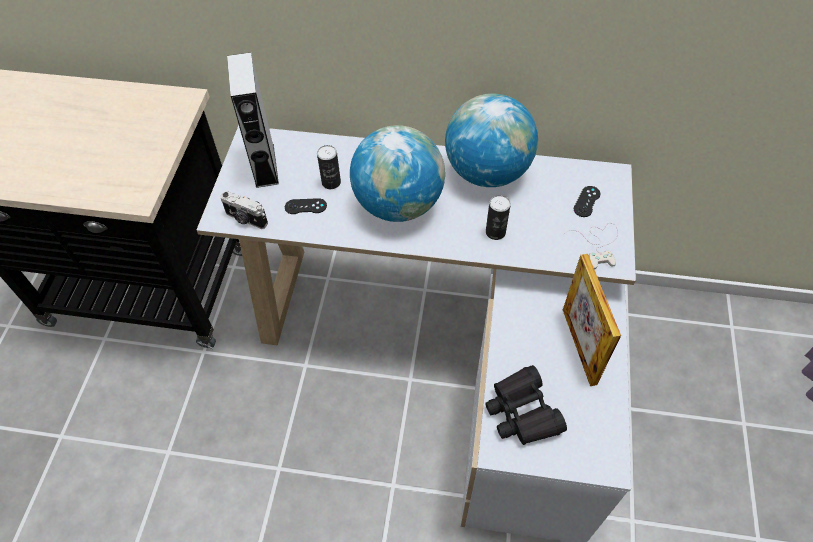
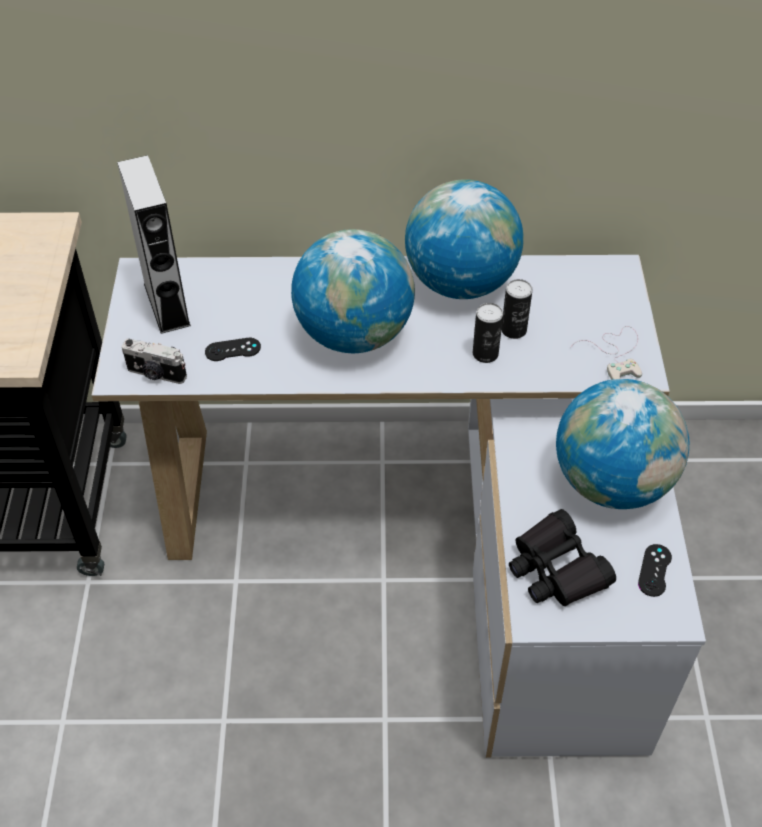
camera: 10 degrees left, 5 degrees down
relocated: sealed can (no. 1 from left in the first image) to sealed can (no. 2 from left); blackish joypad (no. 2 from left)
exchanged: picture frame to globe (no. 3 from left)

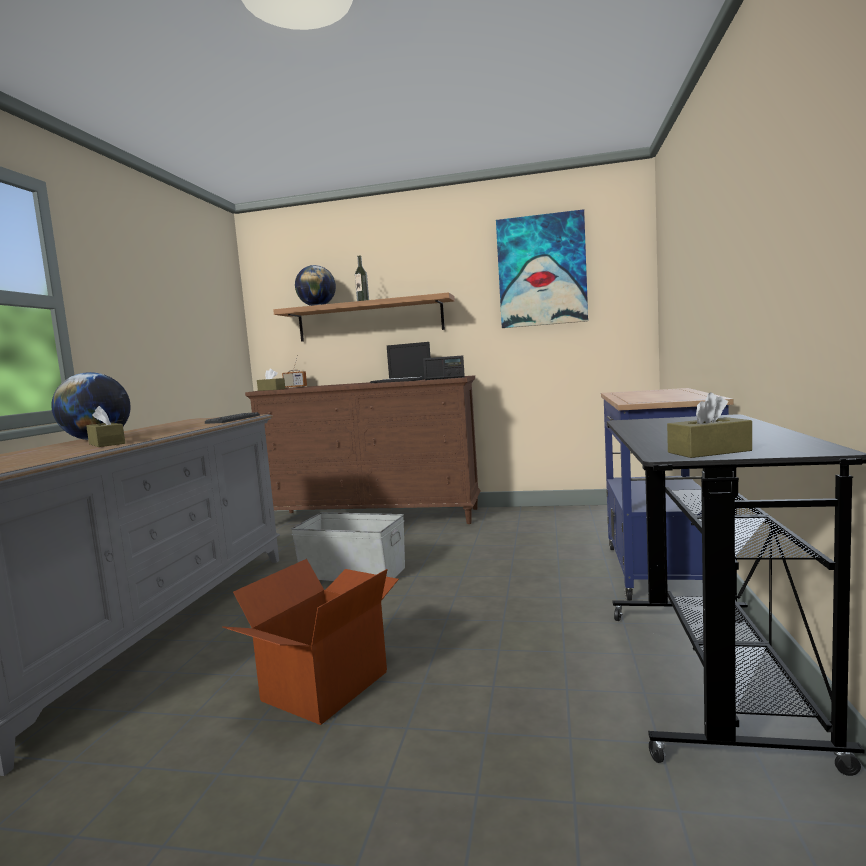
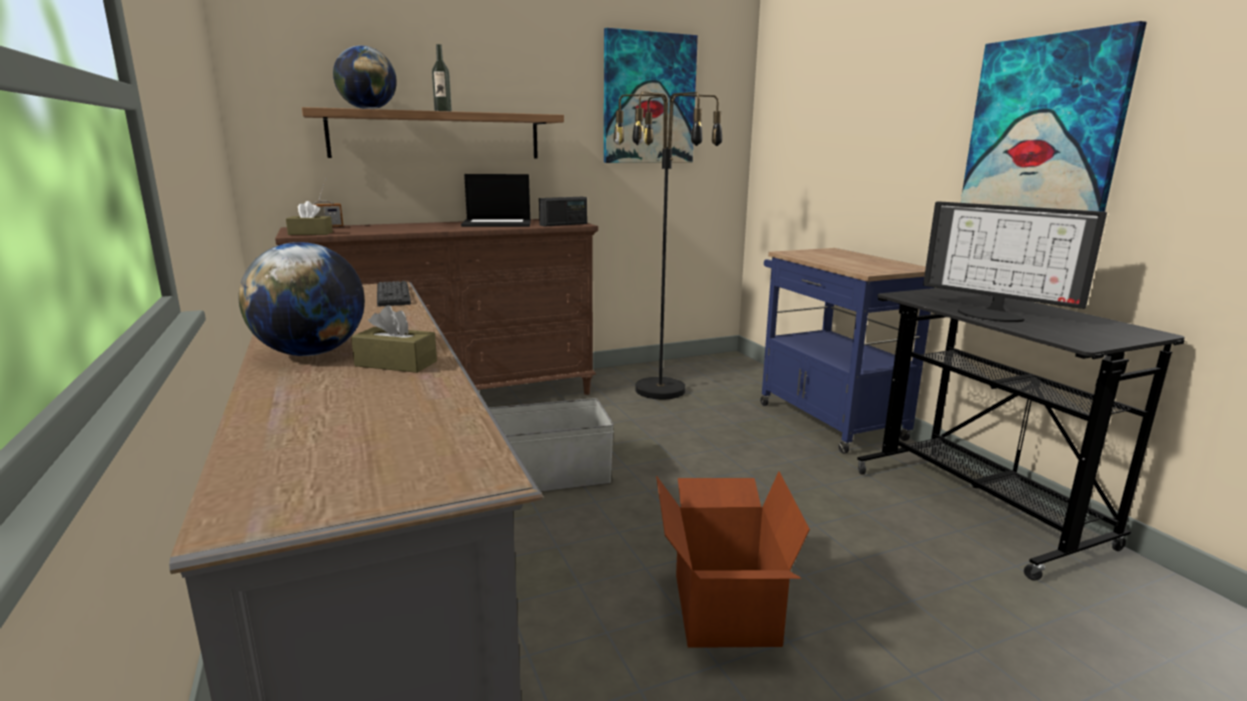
camera: 35 degrees left, 10 degrees up
missing: brown-coloured tissue box (no. 3 from left)
appeared: wall picture (no. 2 from left); floor lamp; monitor

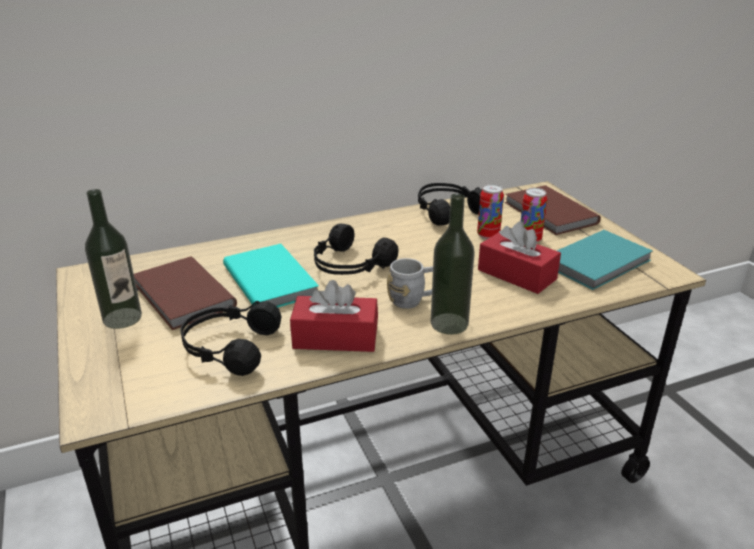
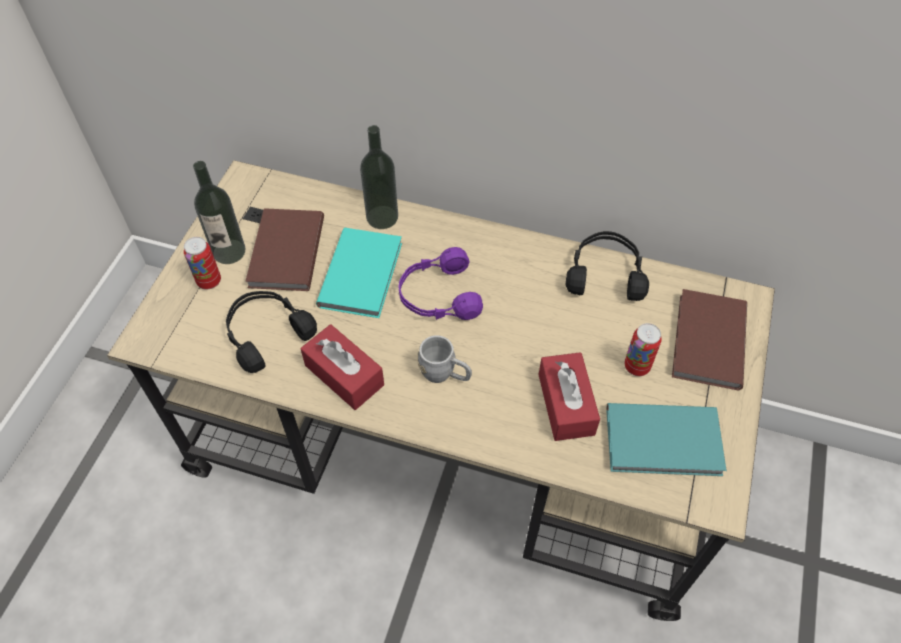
camera: 40 degrees right, 25 degrees up
relocated: sealed can (no. 1 from left); bottle (no. 2 from left)
colour: blackish headphones (no. 2 from left) to purple-coloured headphones

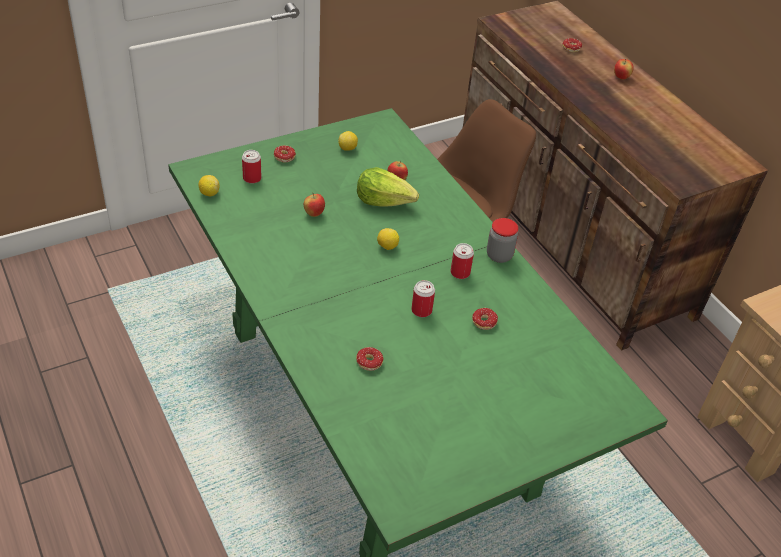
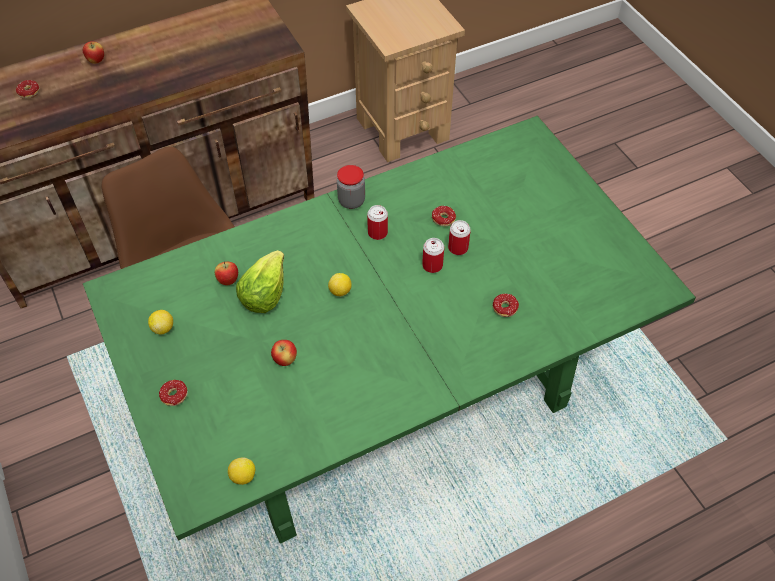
camera: 85 degrees left, 10 degrees up
relocated: sealed can (no. 1 from left in the first image) to sealed can (no. 3 from left)

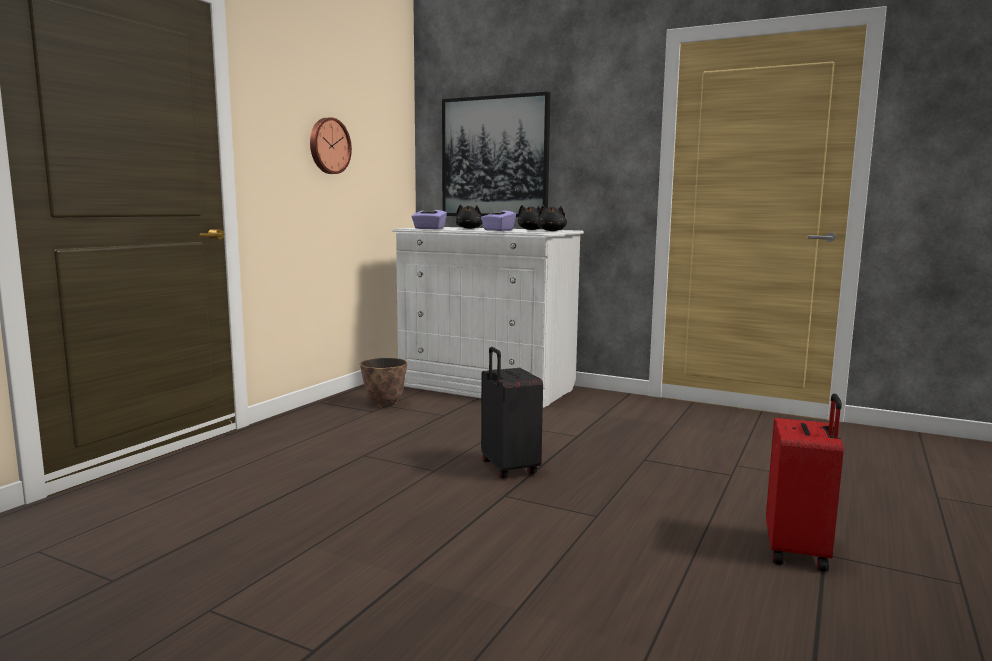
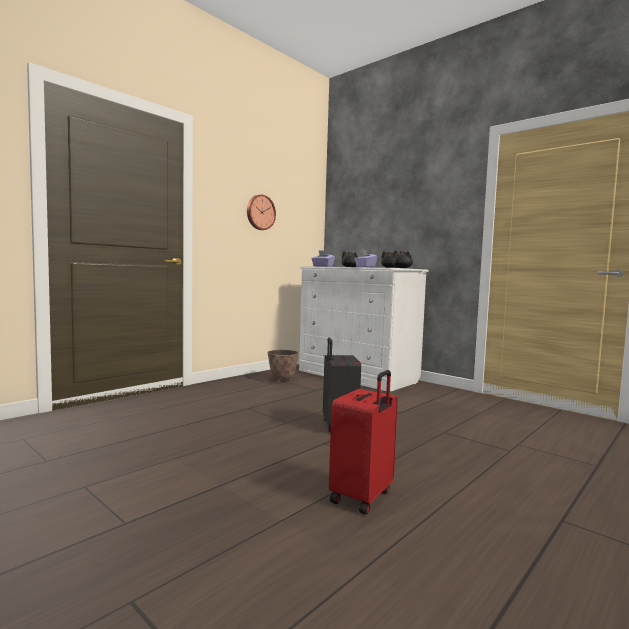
camera: 15 degrees right, 5 degrees down
missing: wall picture
relocated: red-coloured piece of luggage

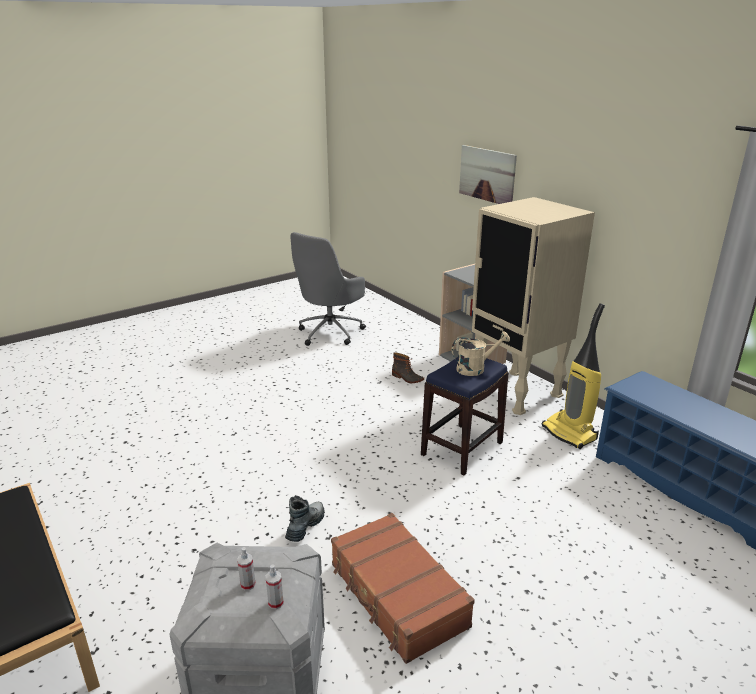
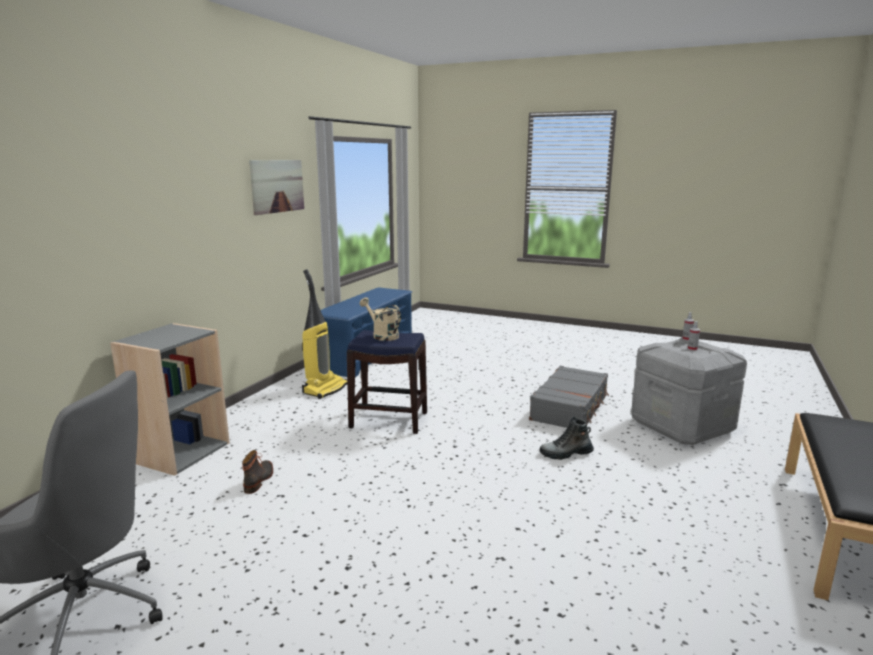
camera: 120 degrees left, 10 degrees down
missing: beige-coloured cupboard
relocated: wall picture
colour: brown-coloured piece of luggage to grey piece of luggage

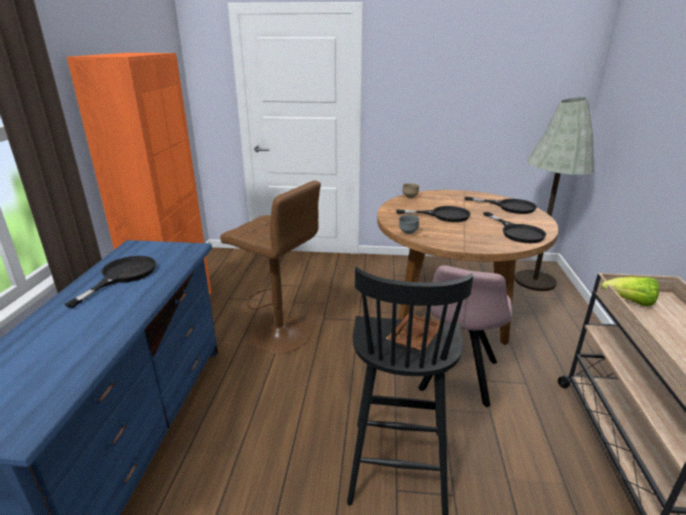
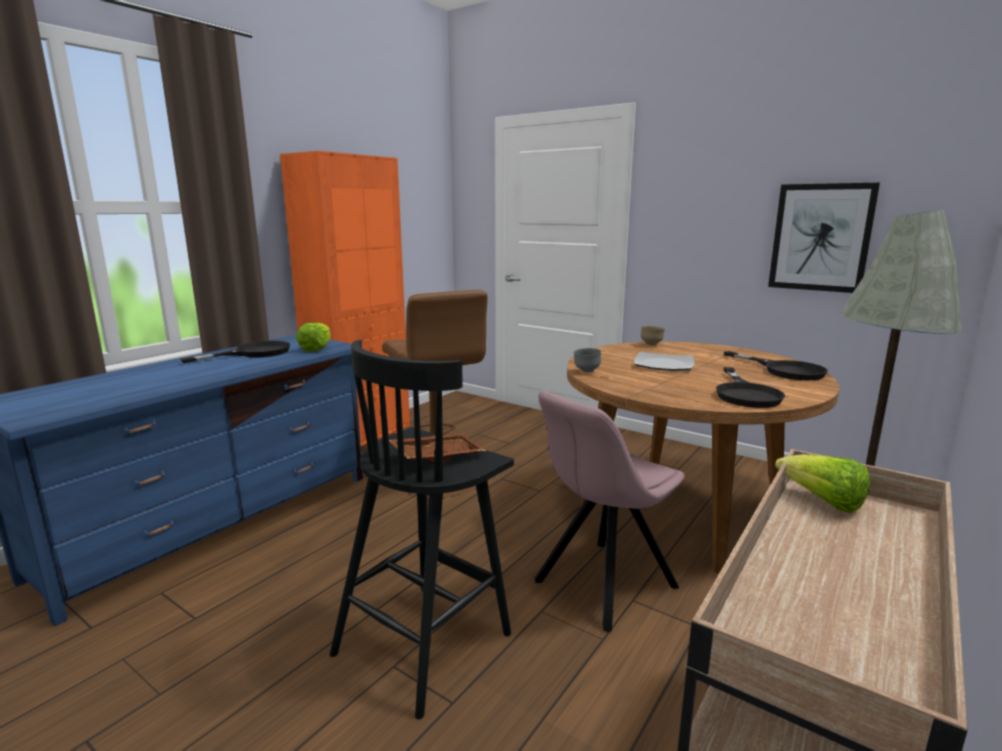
camera: 30 degrees right, 10 degrees down
appeared: wall picture; lettuce head (no. 1 from left)
exchanged: blackish pan (no. 2 from left) to flat dish

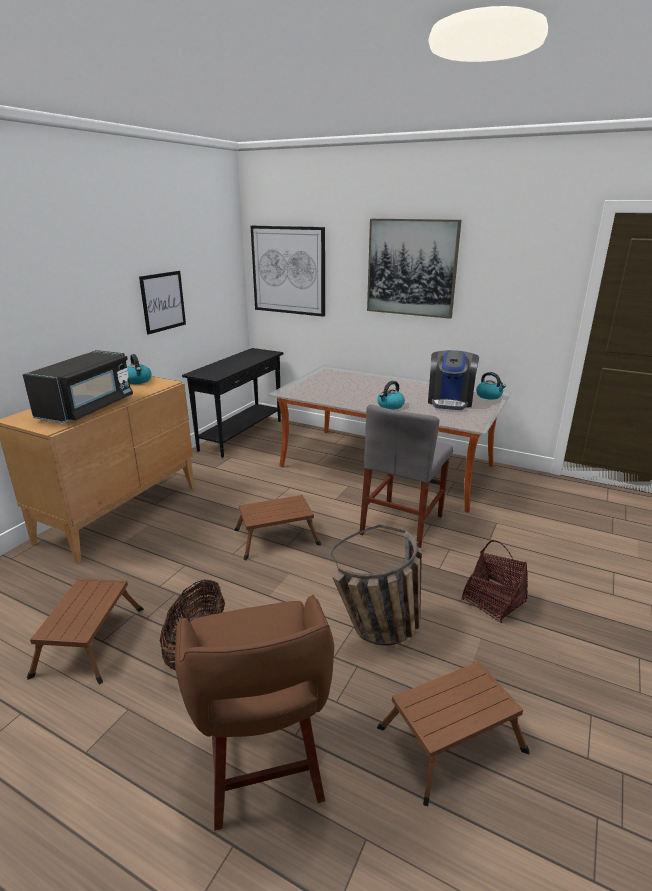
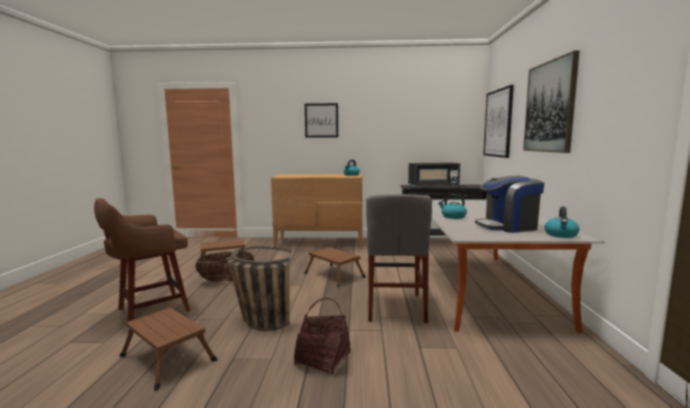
camera: 65 degrees right, 15 degrees down
relocated: wall picture (no. 1 from left); blackish microwave
spun: grey chair 90 degrees counterclockwise

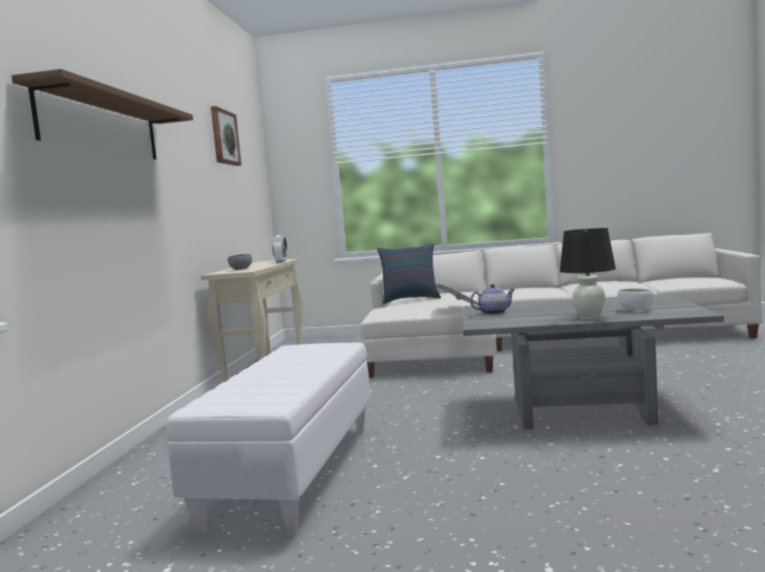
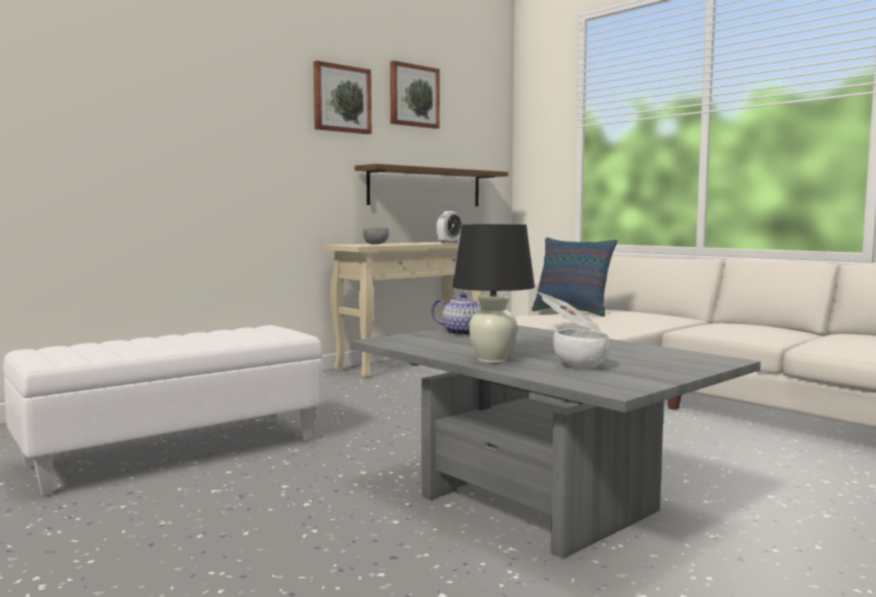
camera: 40 degrees right, 0 degrees up
appeared: wall picture (no. 1 from left)
relocated: brown-coloured wall shelf

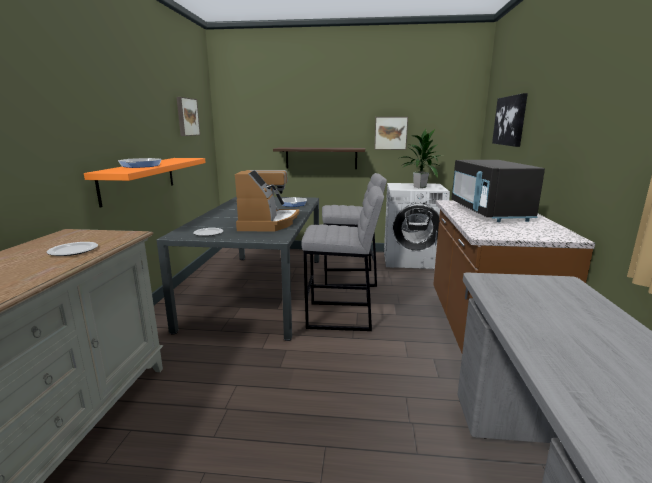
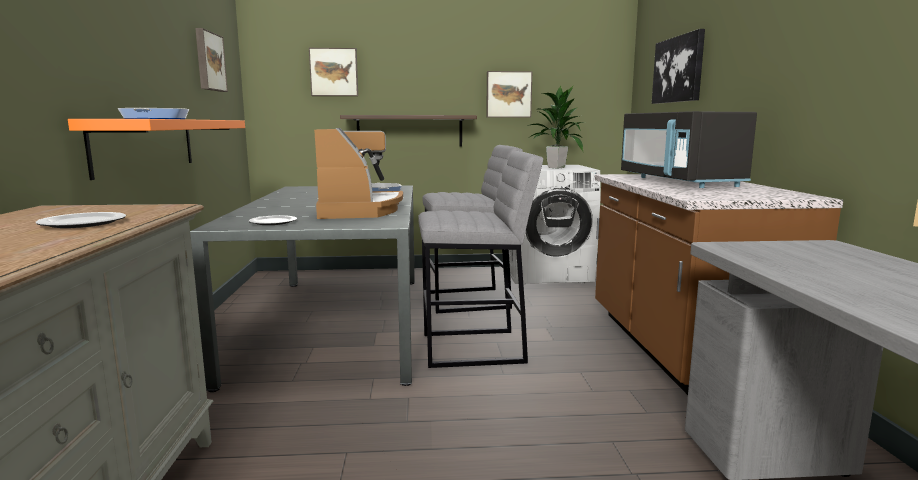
camera: 10 degrees left, 5 degrees down
appeared: wall picture (no. 2 from left)

